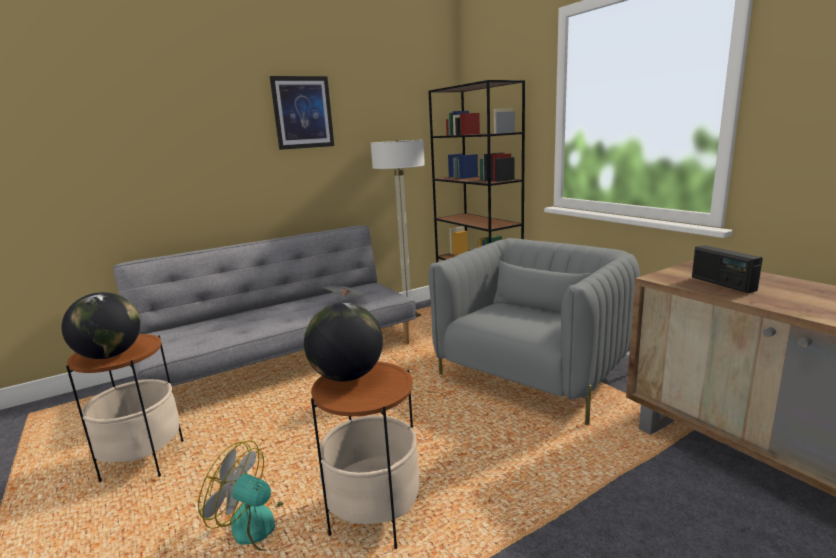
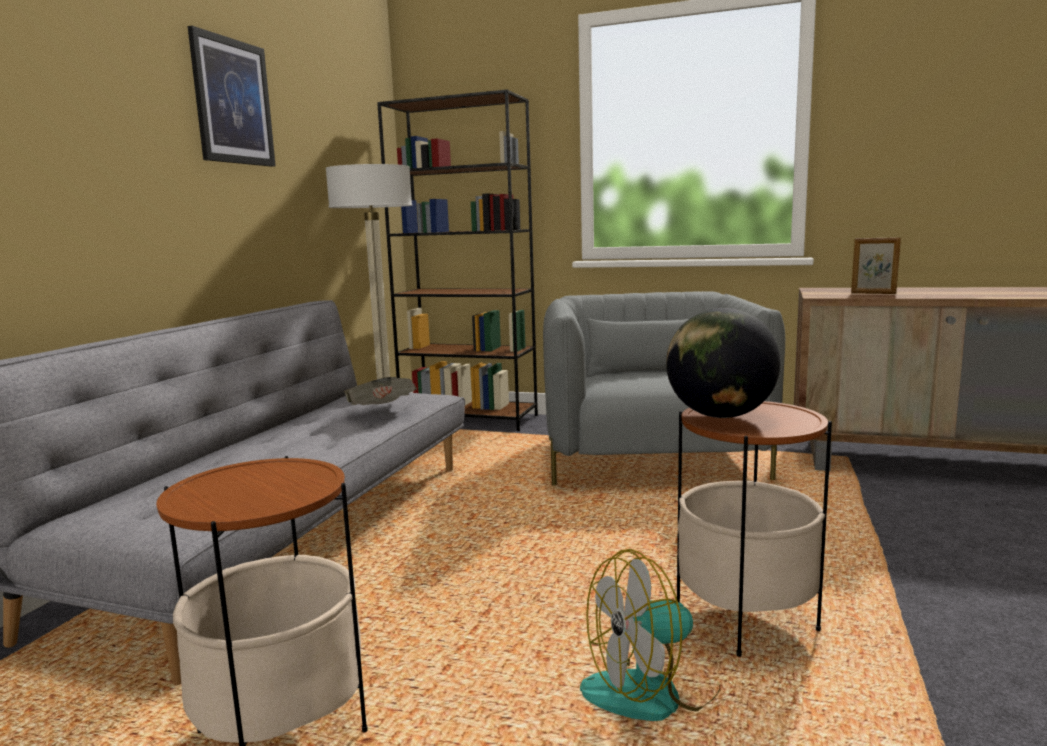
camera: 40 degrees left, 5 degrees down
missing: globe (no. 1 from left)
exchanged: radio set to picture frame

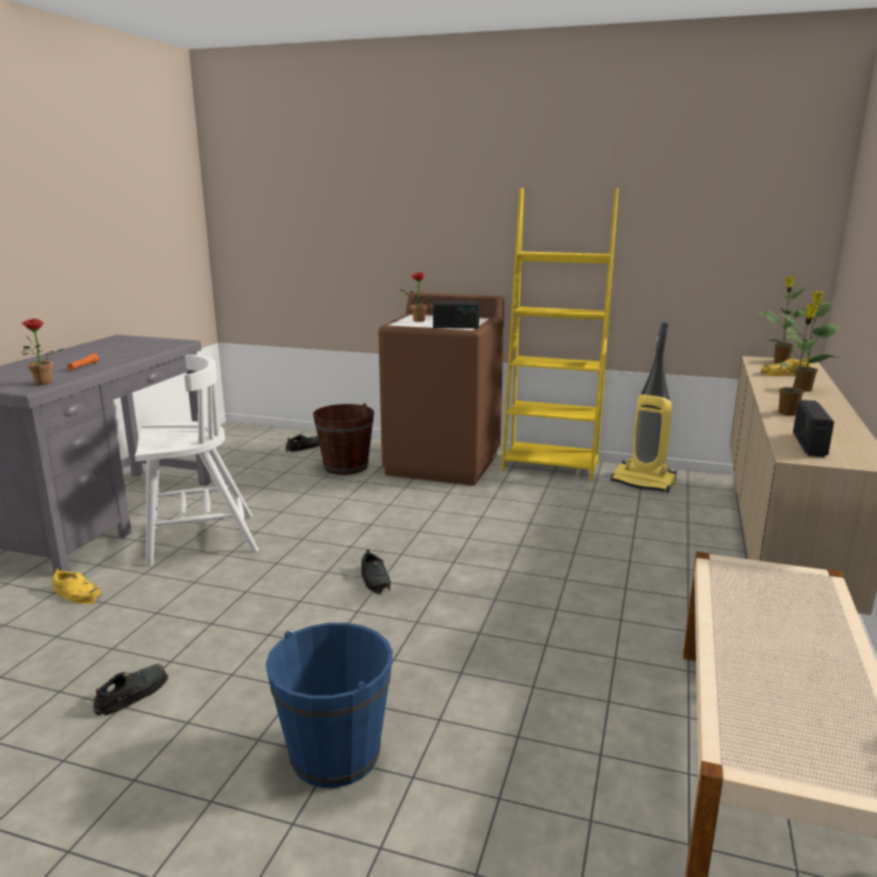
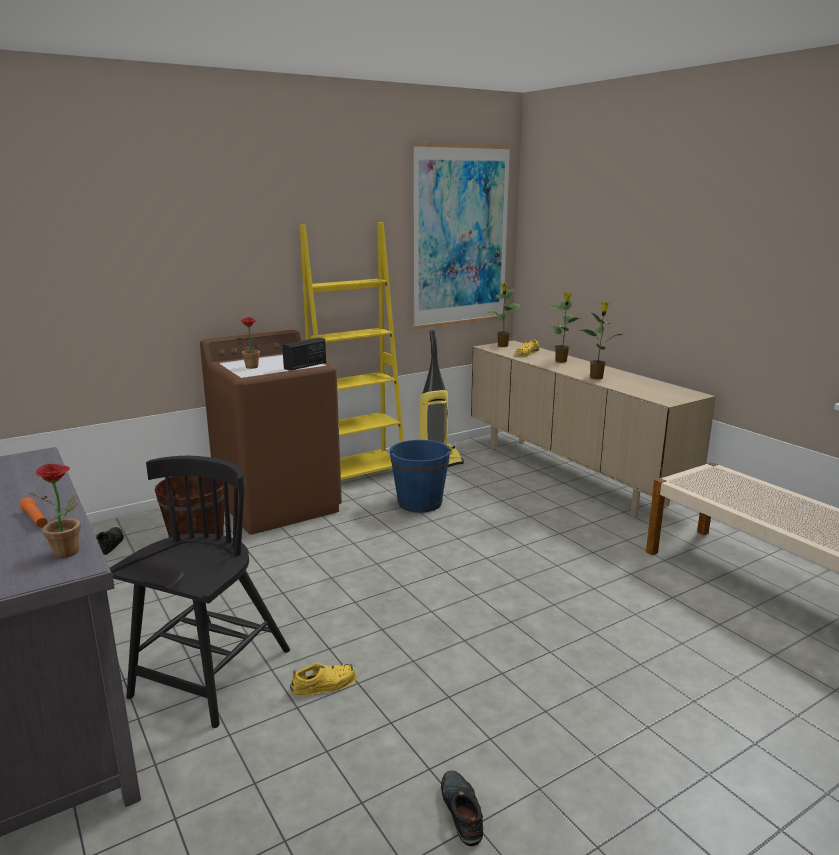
camera: 50 degrees left, 0 degrees up
missing: radio set (no. 2 from left); blackish shoe (no. 3 from left)
appeared: wall picture
relocated: yellow shoe (no. 1 from left); blue pail
colour: white-coloured chair to blackish chair

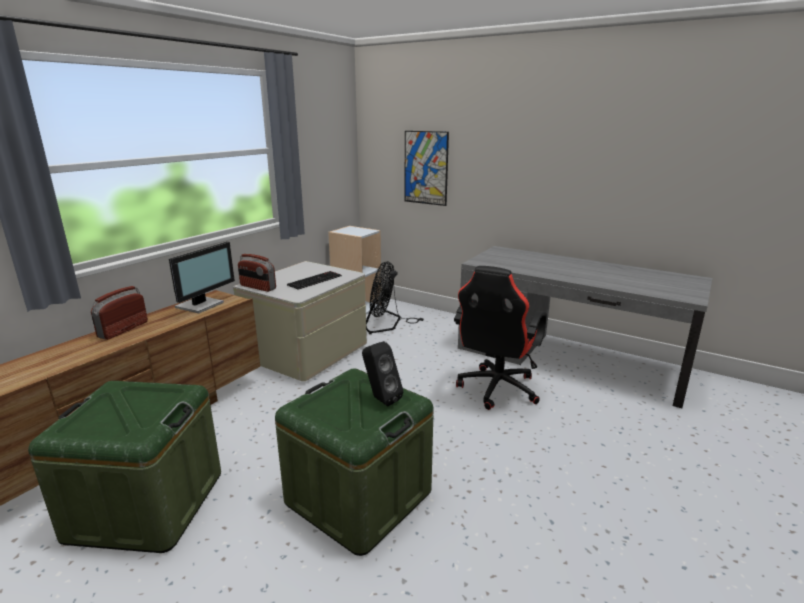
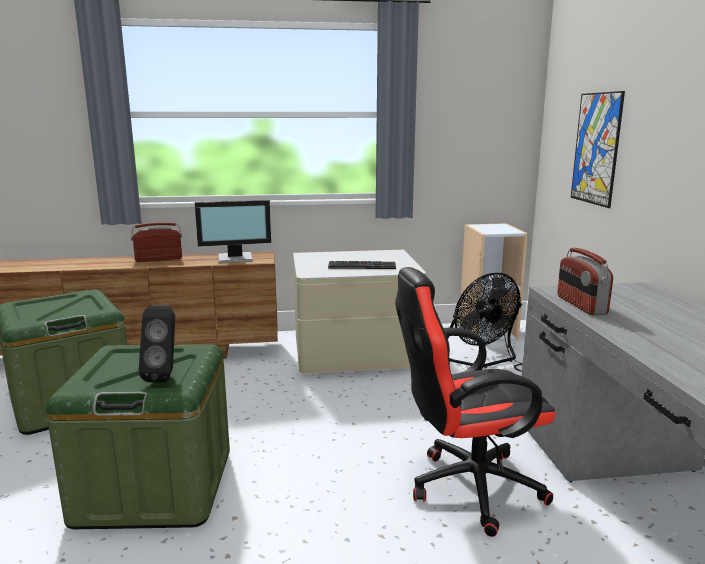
camera: 50 degrees right, 5 degrees down
relocated: radio set (no. 2 from left)

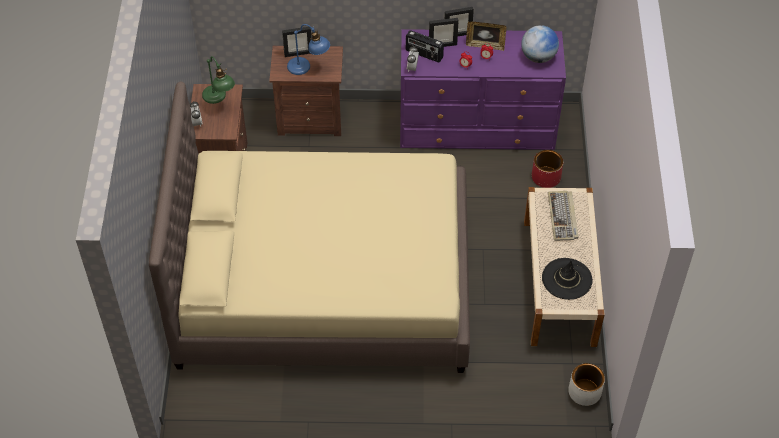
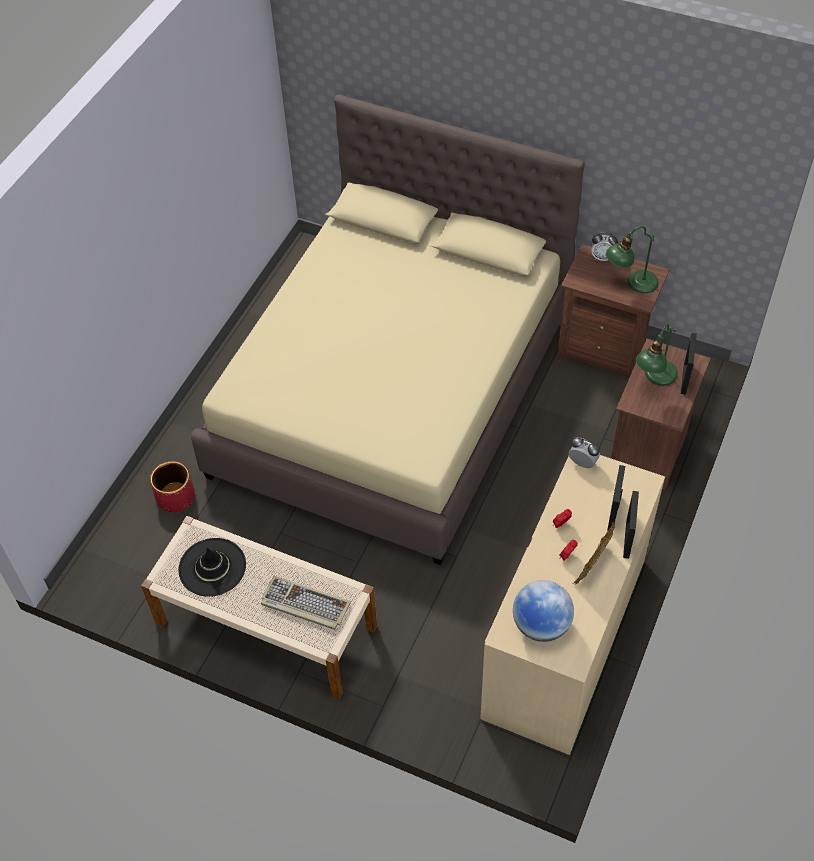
camera: 115 degrees right, 0 degrees up
missing: radio set; white-coloured flower pot
relocated: red-coloured flower pot
colour: blue tabletop lamp to green tabletop lamp (no. 2 from left); purple-coloured chest of drawers to beige-coloured chest of drawers

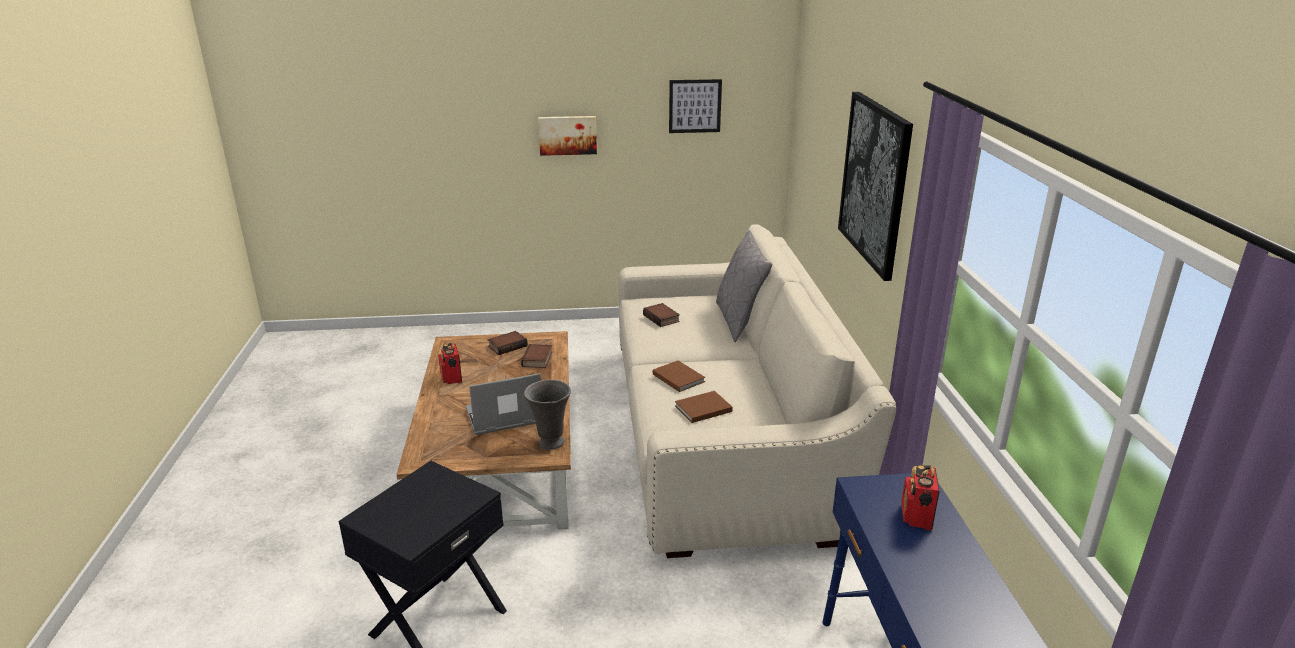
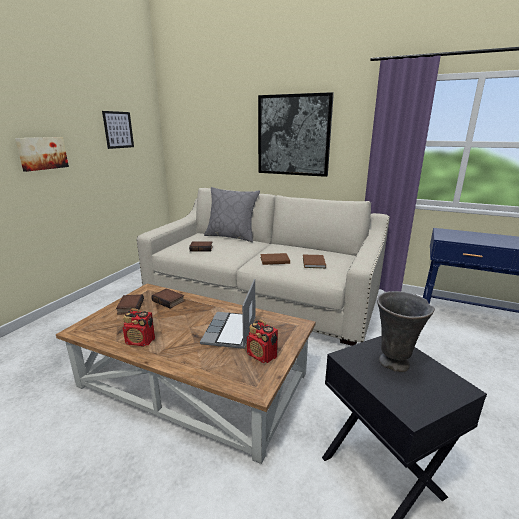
camera: 60 degrees left, 5 degrees down
relocated: grey decorative vase; radio set (no. 2 from left)

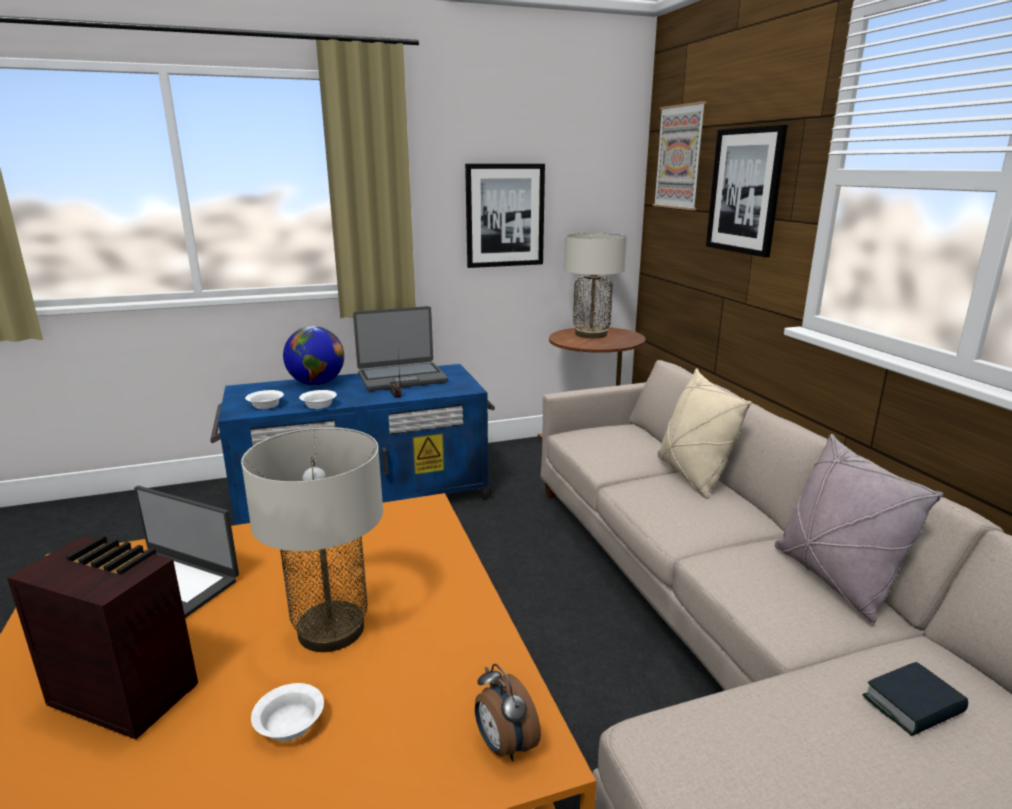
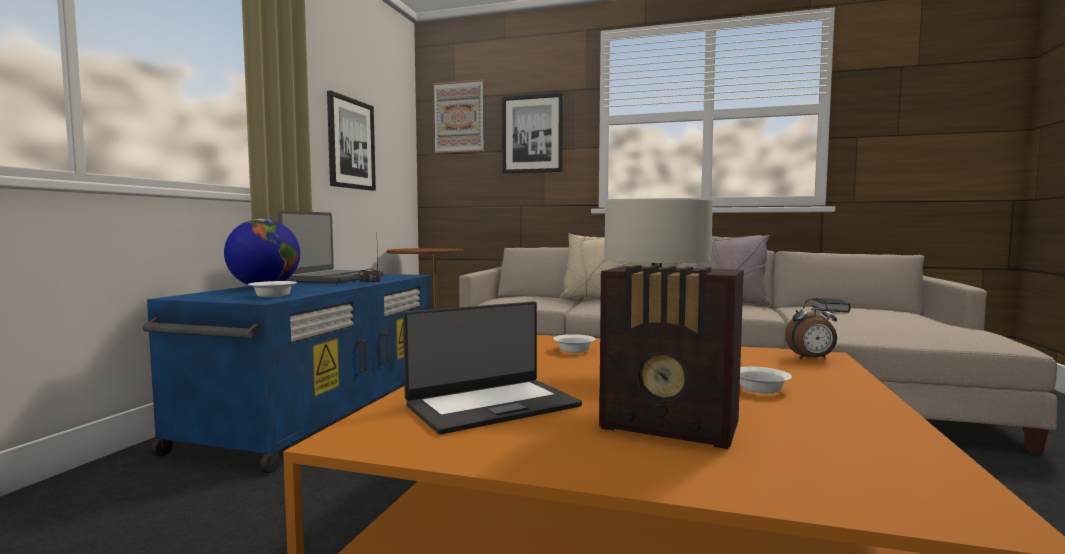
camera: 55 degrees left, 15 degrees down
missing: tabletop lamp (no. 2 from left)
relocated: white-coloured serving bowl (no. 3 from left in the first image) to white-coloured serving bowl (no. 2 from left)
spun: radio set (no. 1 from left in the first image) 120 degrees counterclockwise

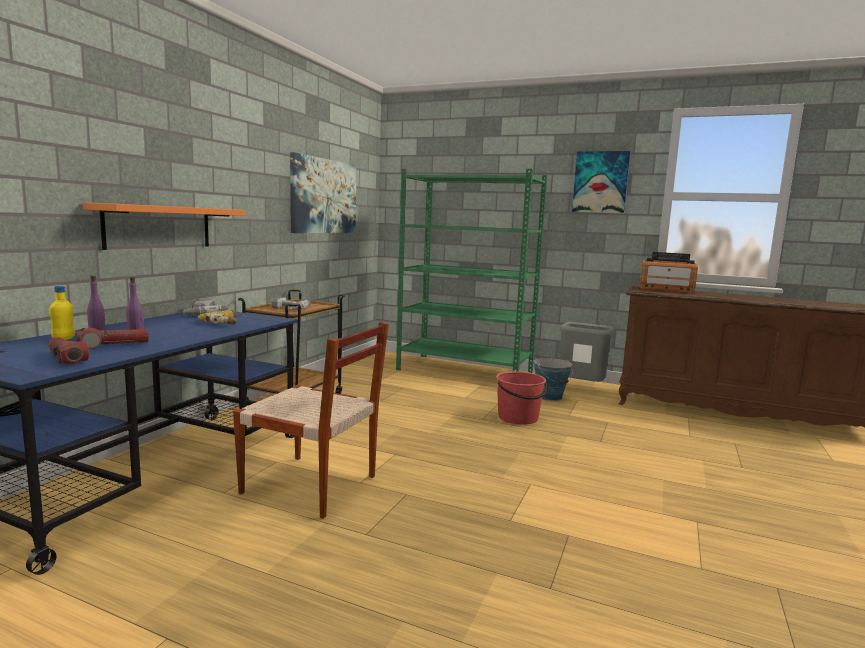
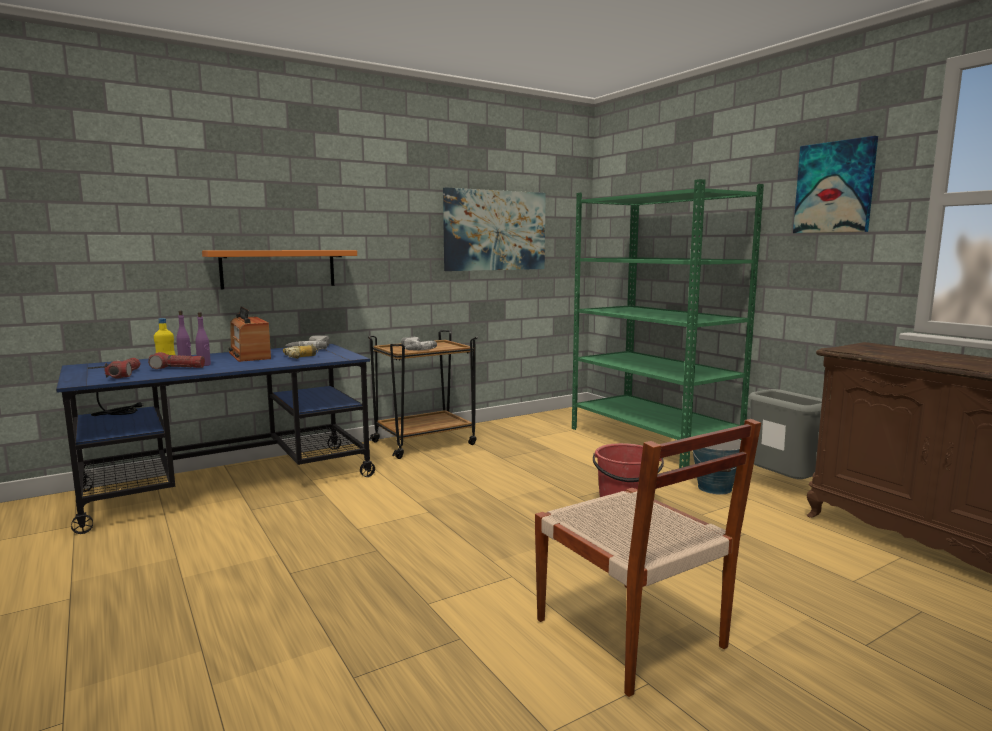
camera: 35 degrees right, 0 degrees up
relocated: radio set; chair

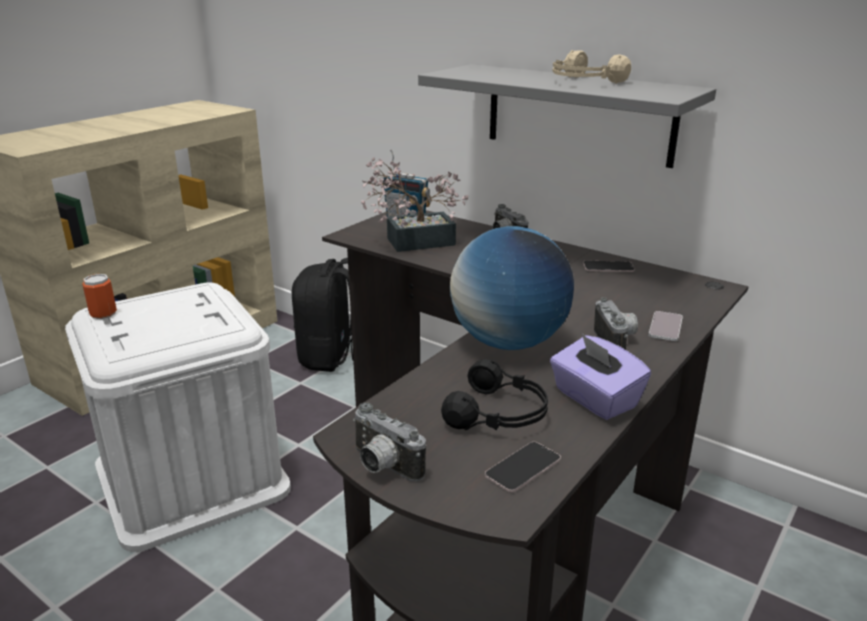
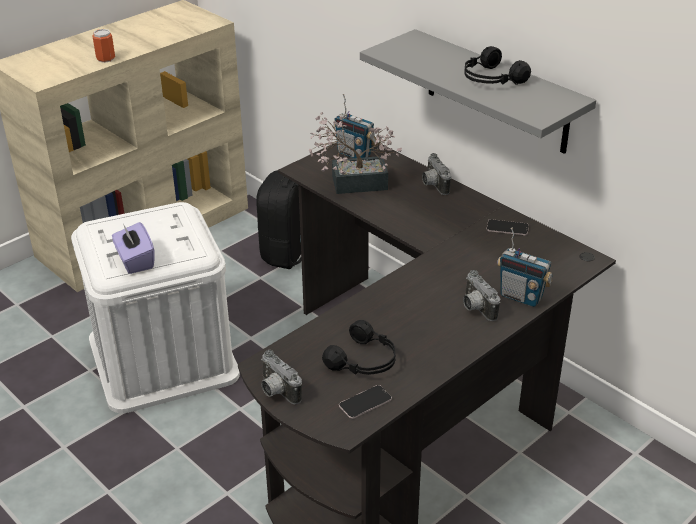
camera: 10 degrees right, 10 degrees up
missing: globe
relocated: sealed can; purple-coloured tissue box
exchanged: phone (no. 3 from left) to radio set (no. 2 from left)
colour: beige-coloured headphones to blackish headphones (no. 2 from left)
spun: still camera (no. 3 from left) 150 degrees clockwise

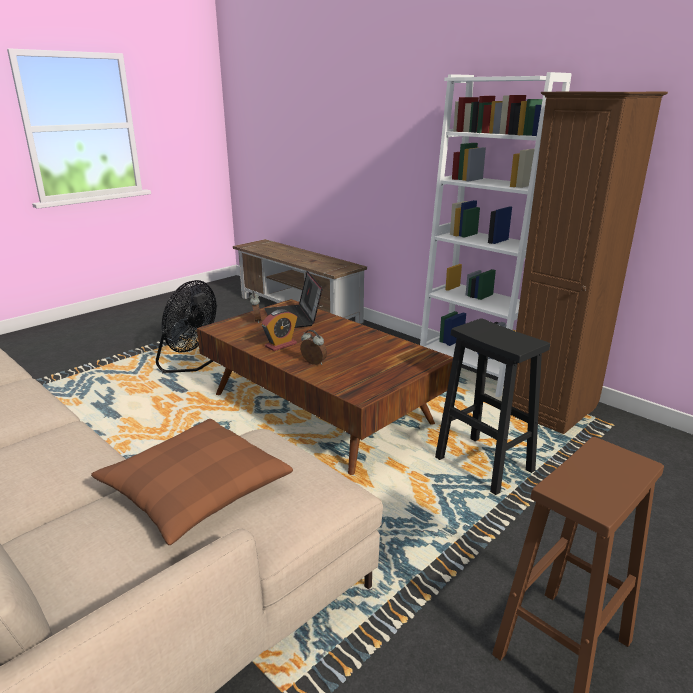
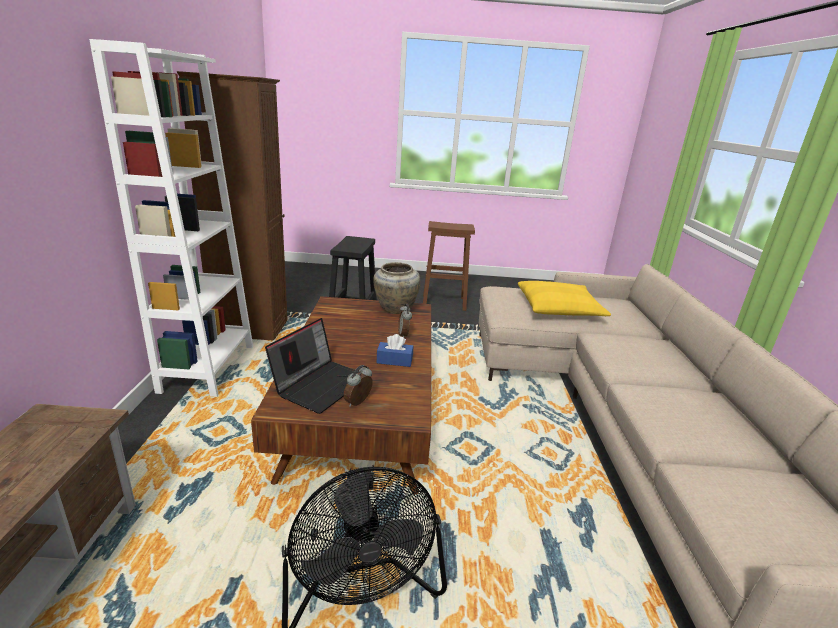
camera: 135 degrees left, 0 degrees up
appeared: beige-coloured decorative vase
exchanged: alarm clock (no. 2 from left) to blue tissue box
colour: brown-coloured pillow to yellow pillow

